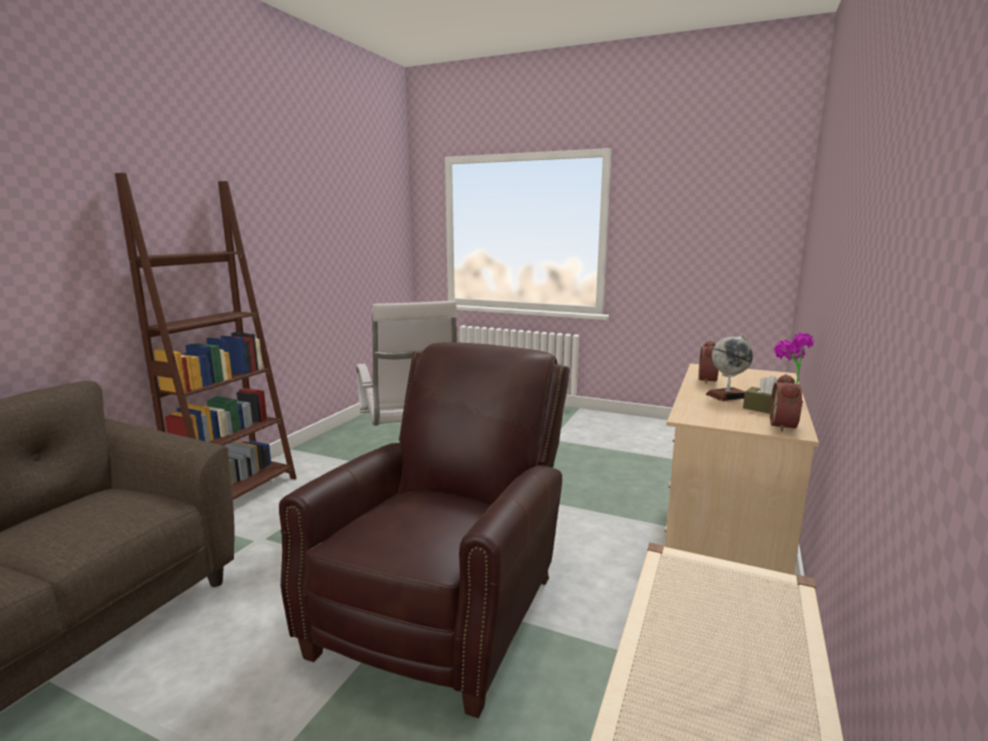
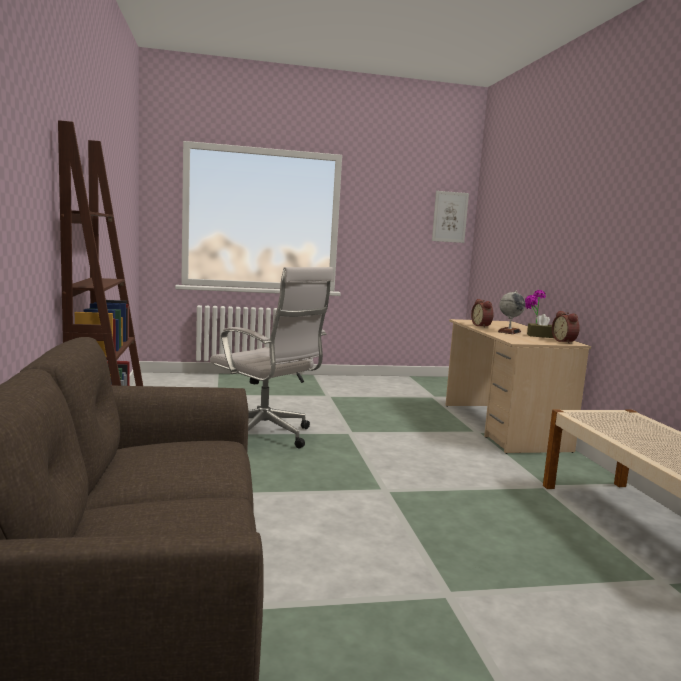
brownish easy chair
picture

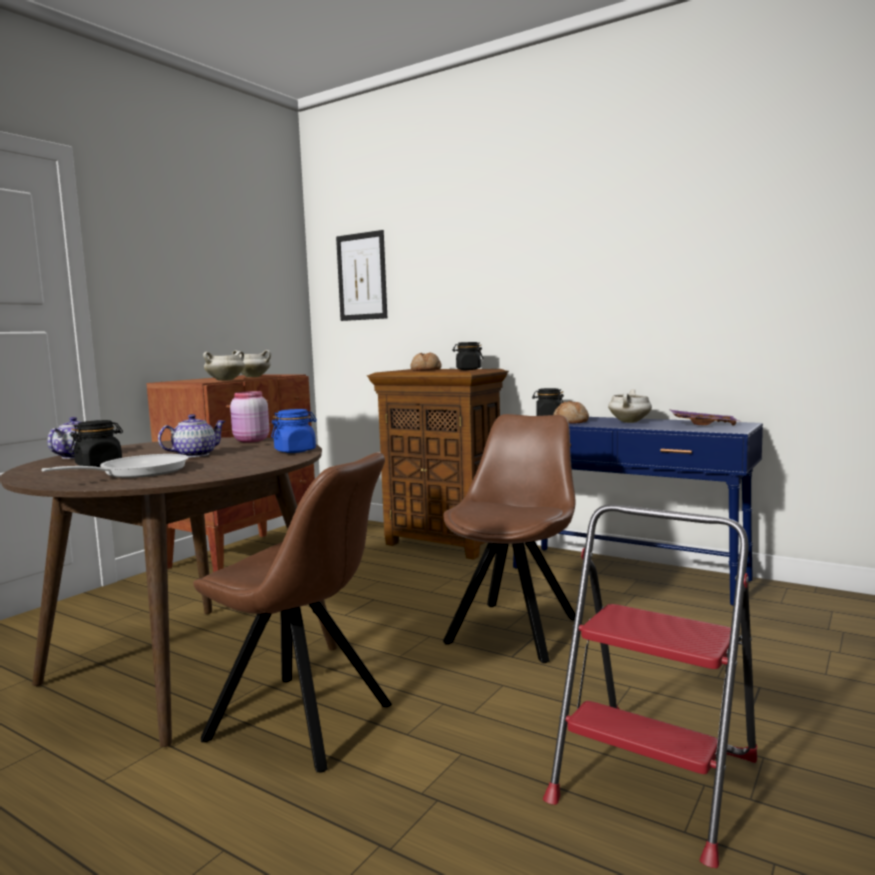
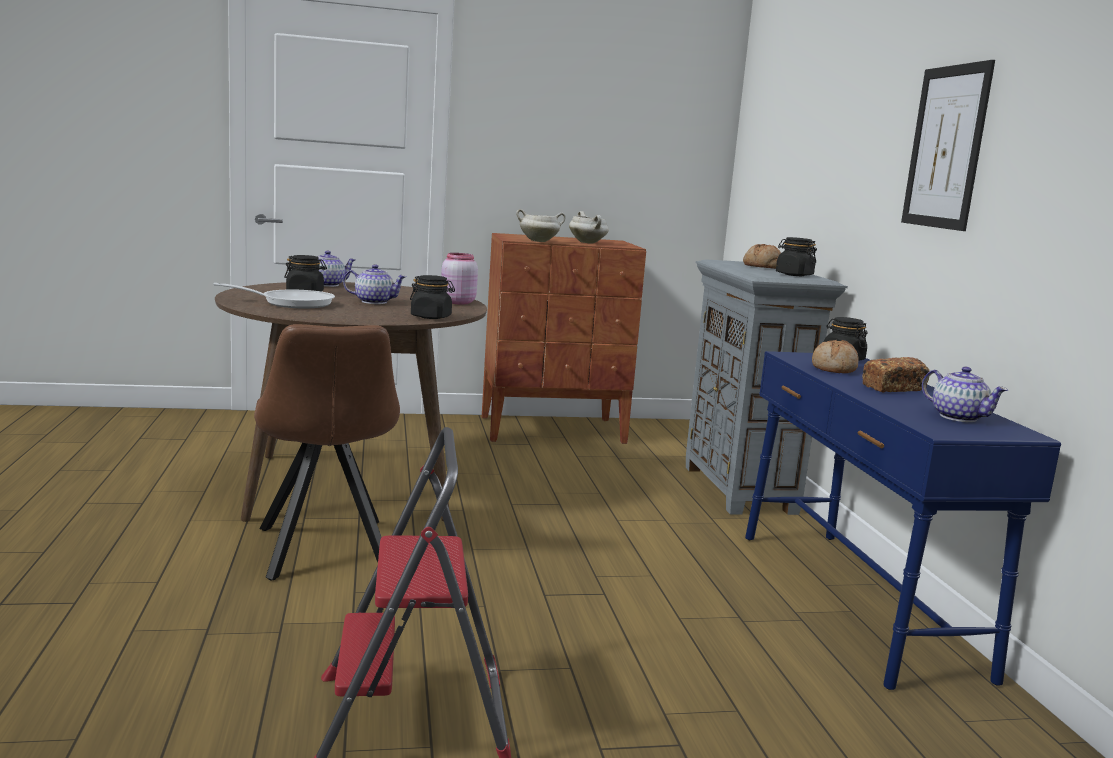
brownish upright chair (no. 2 from left in the first image)
picture
baked bread (no. 3 from left)
tea pot (no. 3 from left)
black-coloured preserve jar (no. 2 from left)
gray storage cabinet

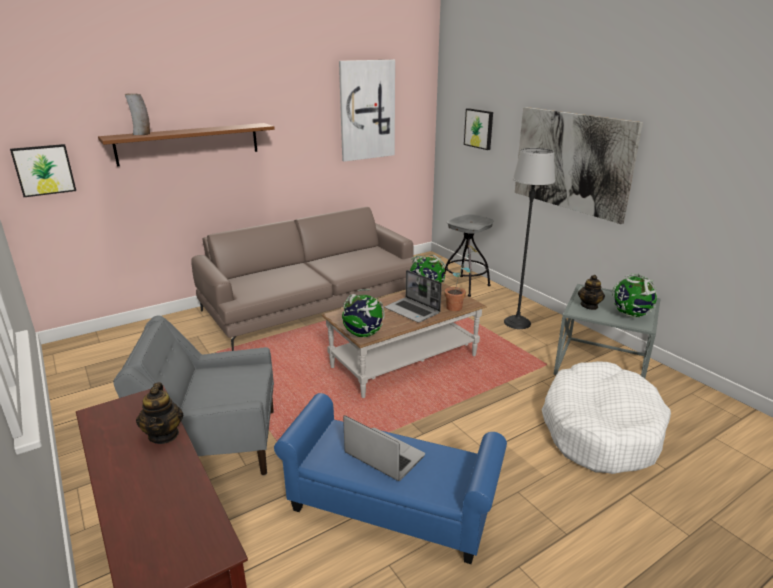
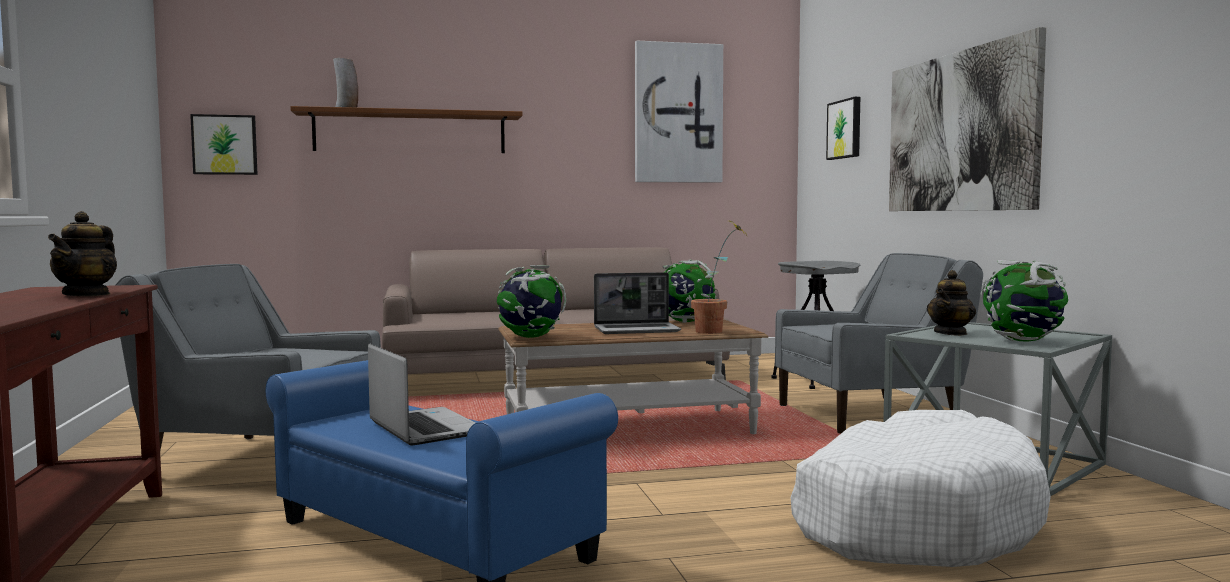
gray easy chair (no. 2 from left)
portable computer (no. 2 from left)

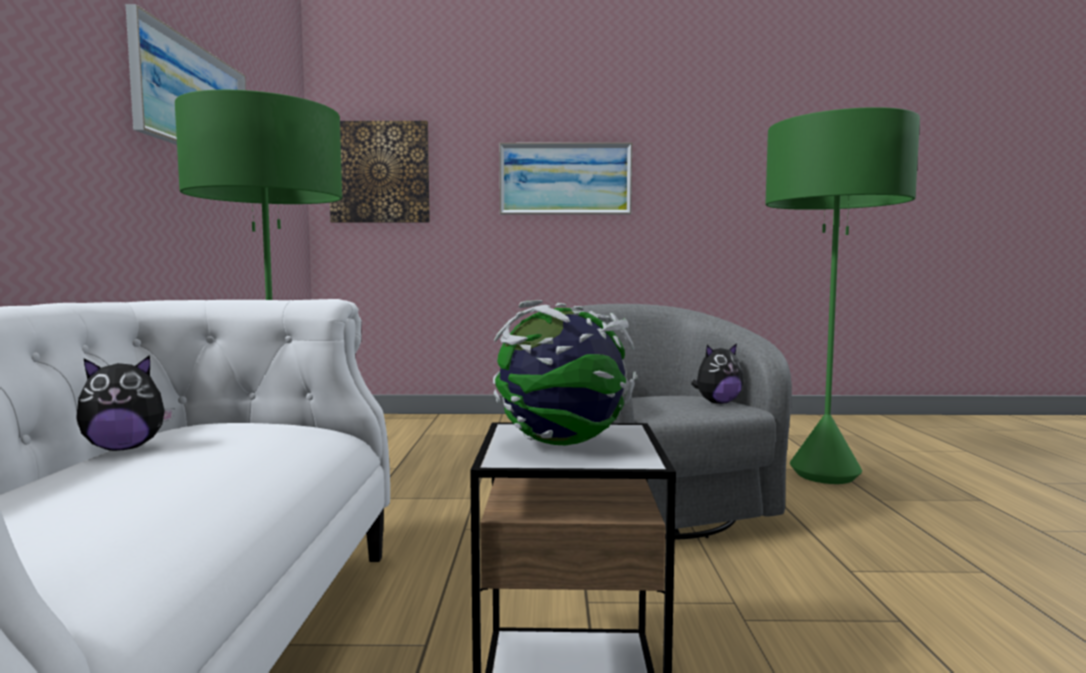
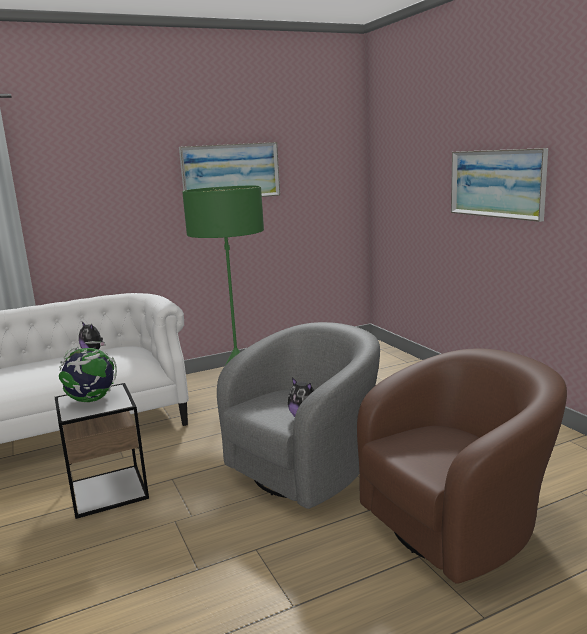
picture (no. 2 from left in the first image)
brownish easy chair

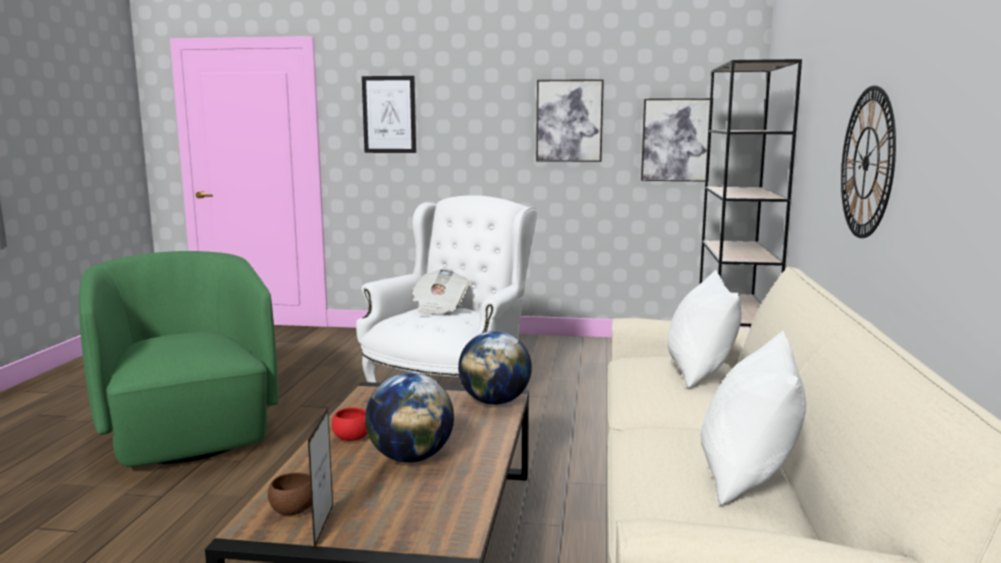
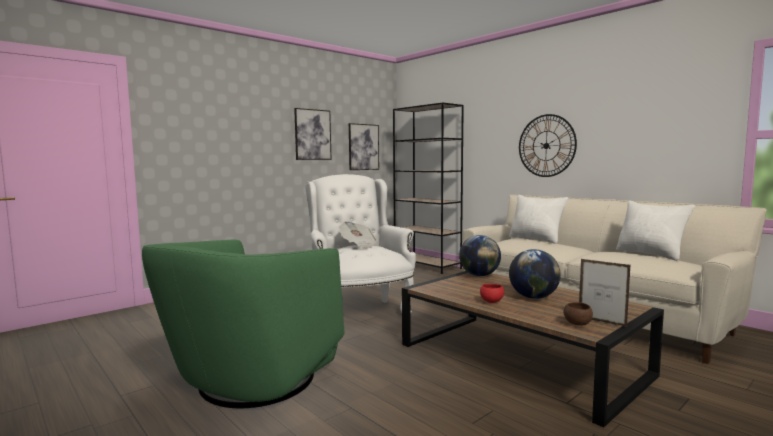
picture (no. 1 from left in the first image)
green easy chair

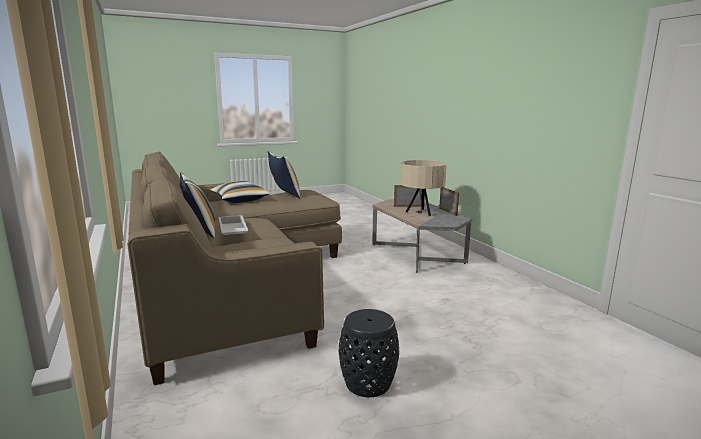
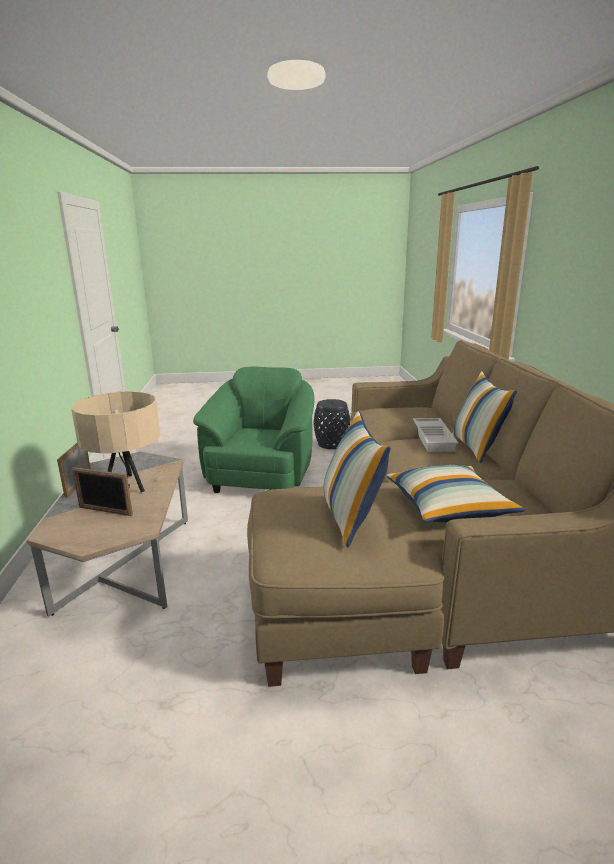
green easy chair

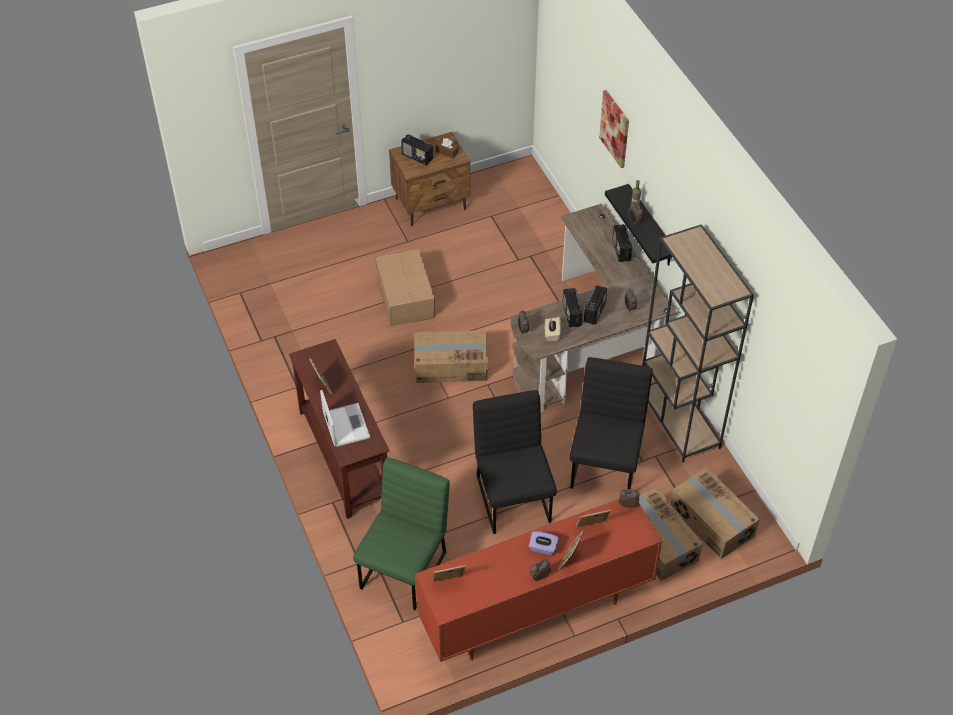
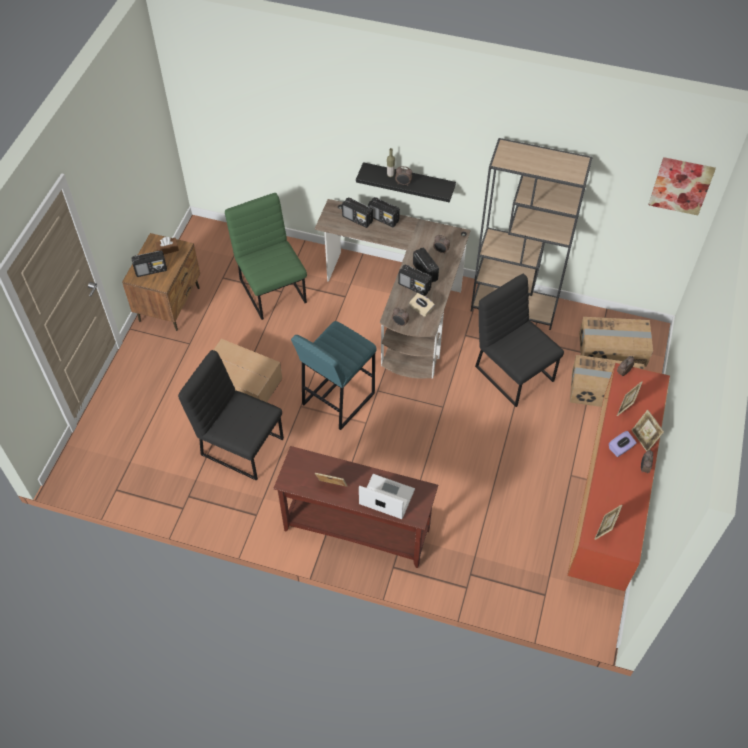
radio (no. 2 from left)
green upright chair
black-coloured upright chair (no. 1 from left)
picture
turquoise-coloured stool

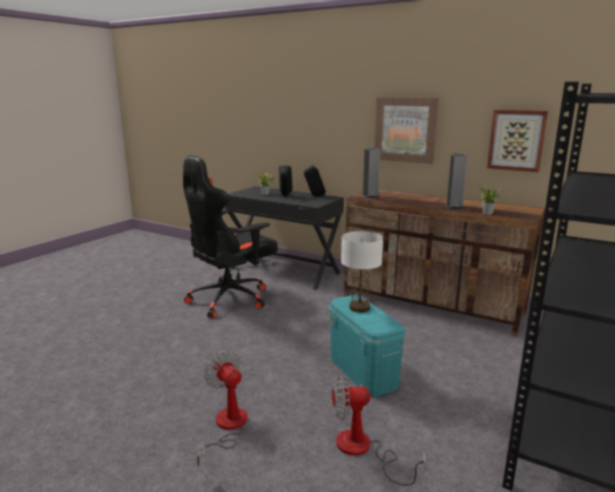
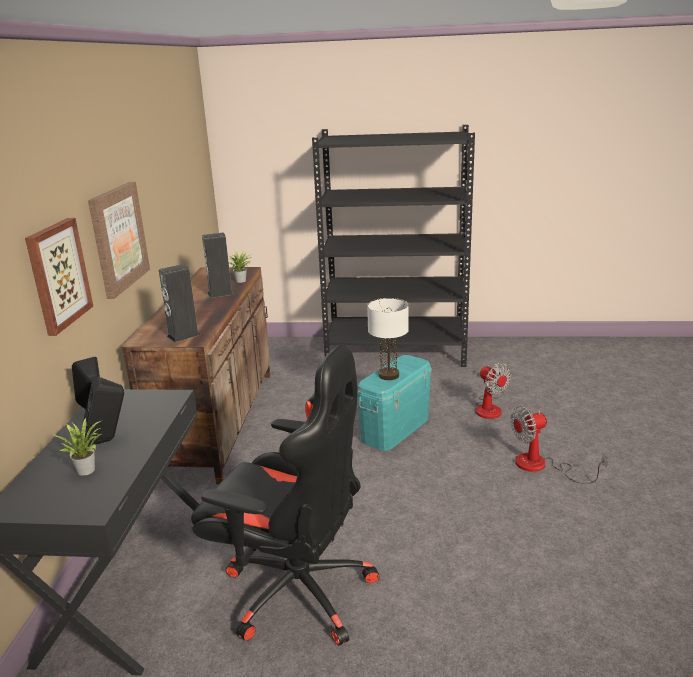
picture (no. 1 from left)
cooling fan (no. 2 from left)

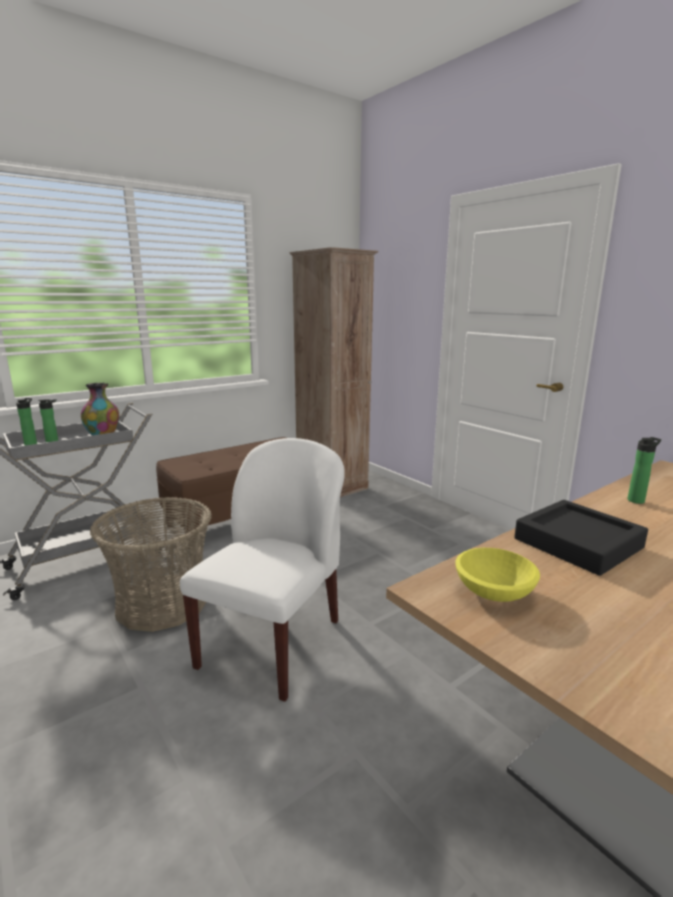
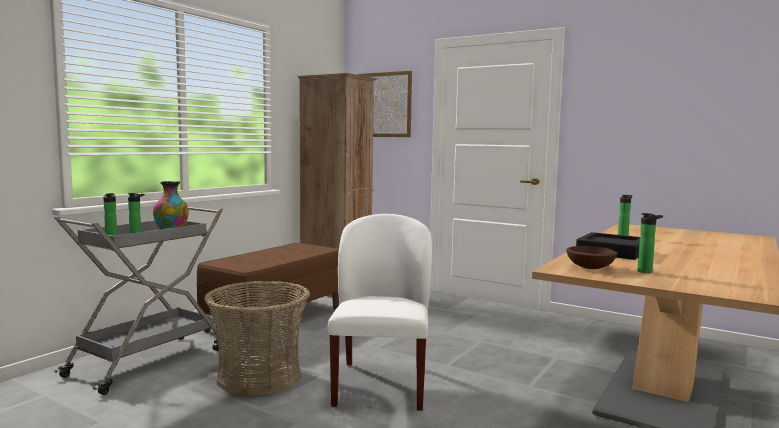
picture
beverage bottle (no. 4 from left)
brownish deep dish

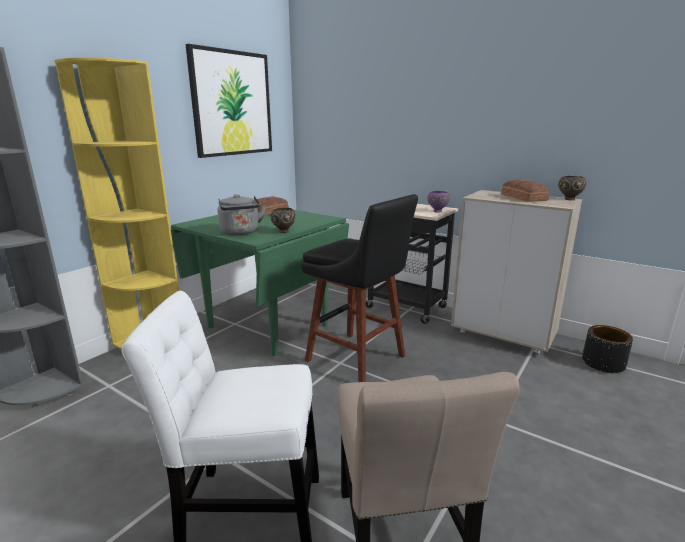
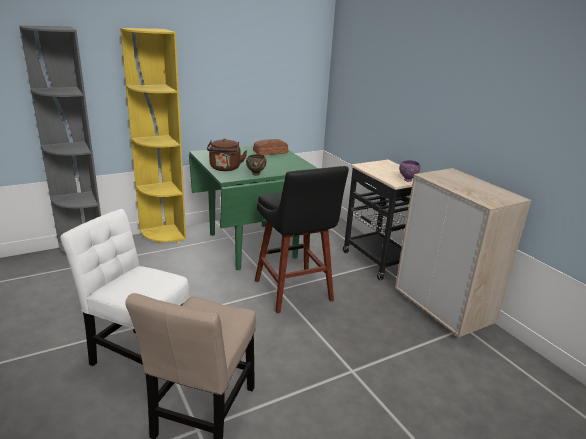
picture
baked bread (no. 2 from left in the first image)
brownish deep dish (no. 2 from left in the first image)
black-coloured flower pot
brownish tea kettle

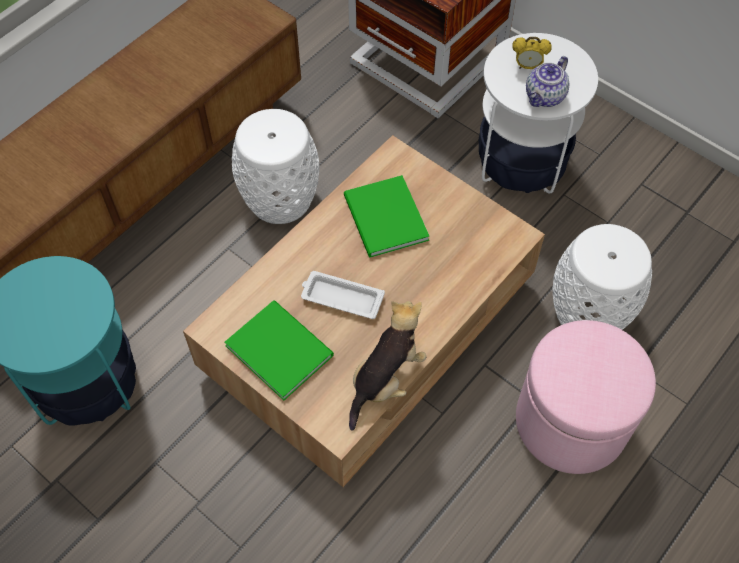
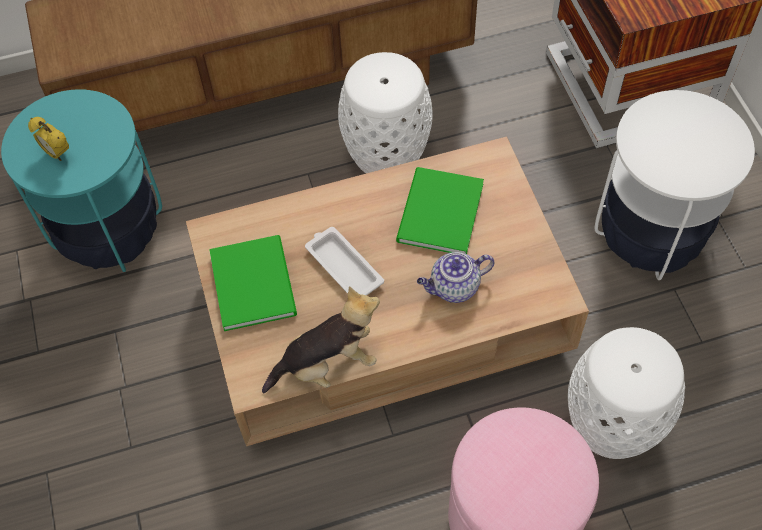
table clock
tea pot

